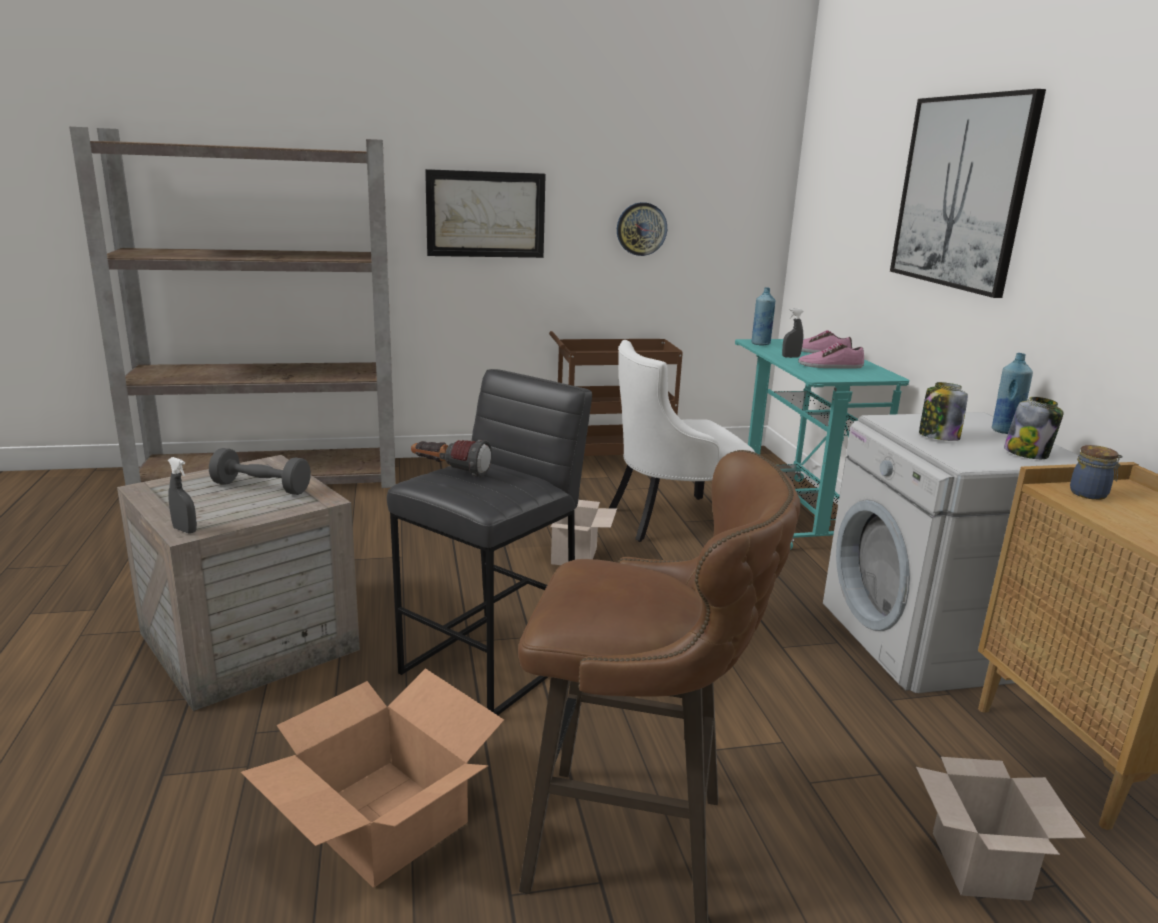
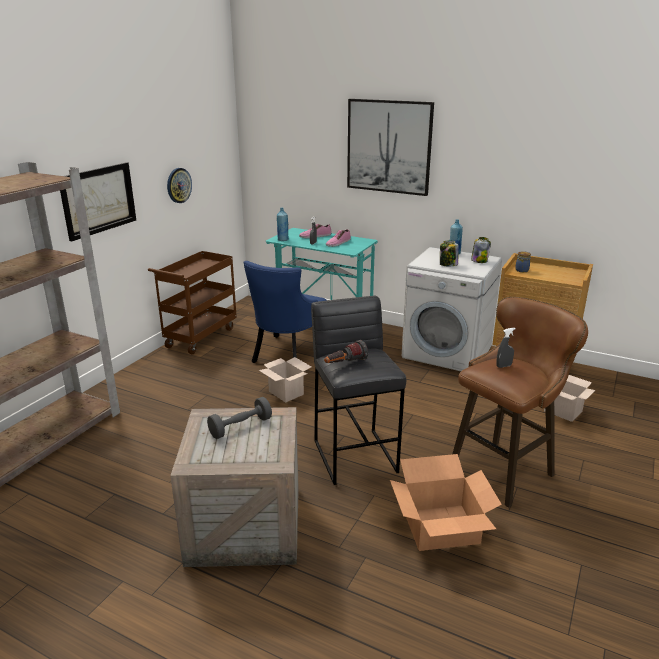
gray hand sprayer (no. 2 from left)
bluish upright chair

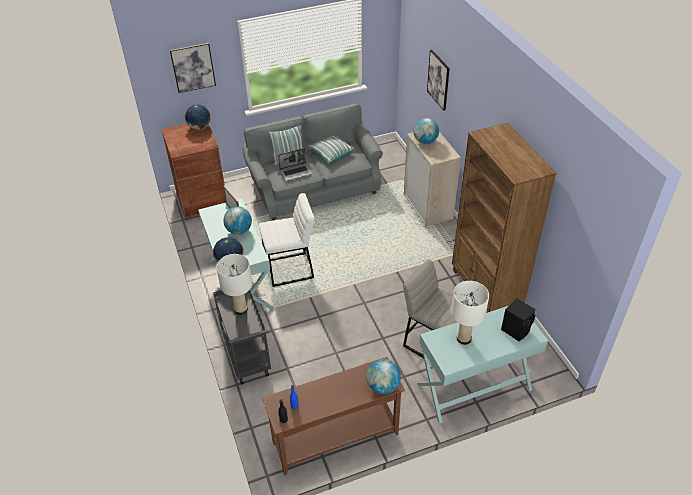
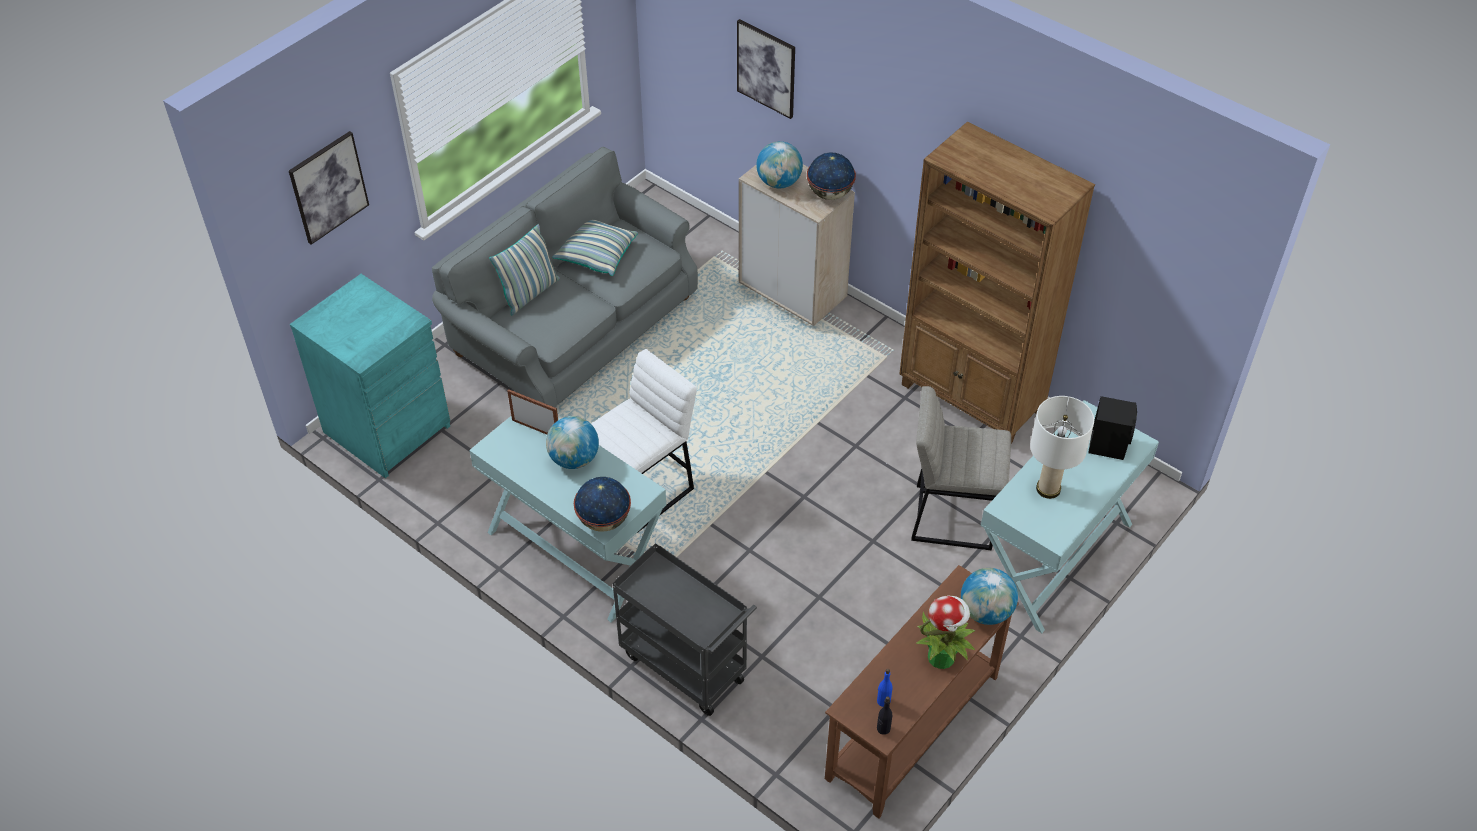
whitish tabletop lamp (no. 1 from left in the first image)
portable computer
potted plant
desk globe (no. 4 from left)
turquoise-coloured chest of drawers

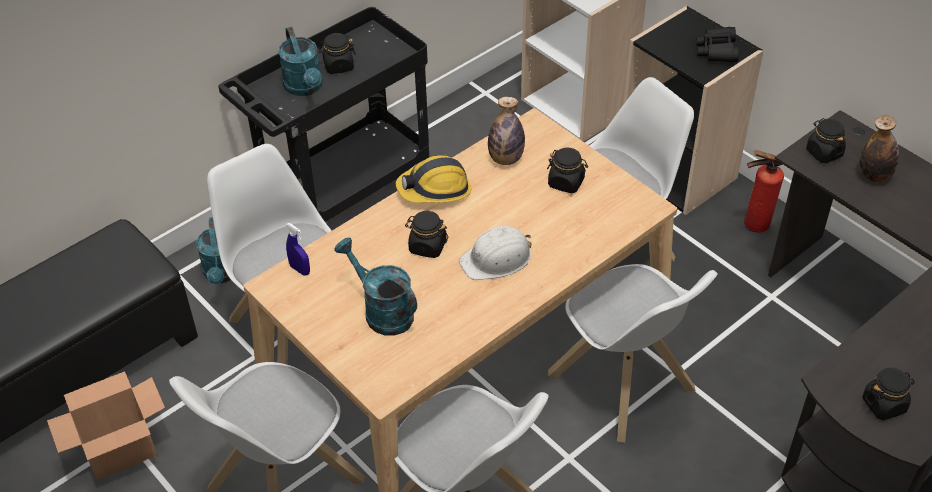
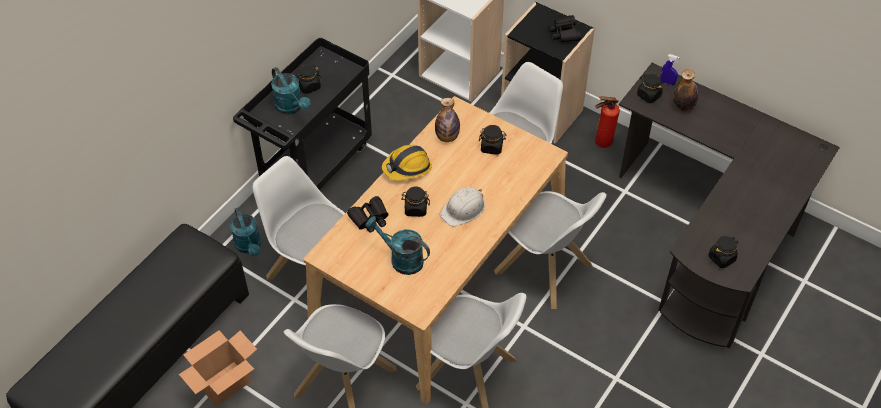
black-coloured field glasses (no. 1 from left)
bluish hand sprayer

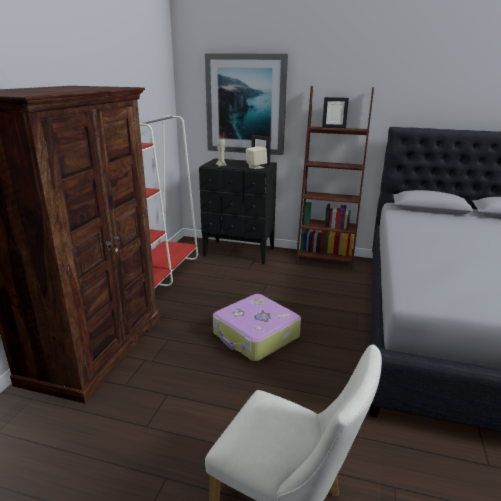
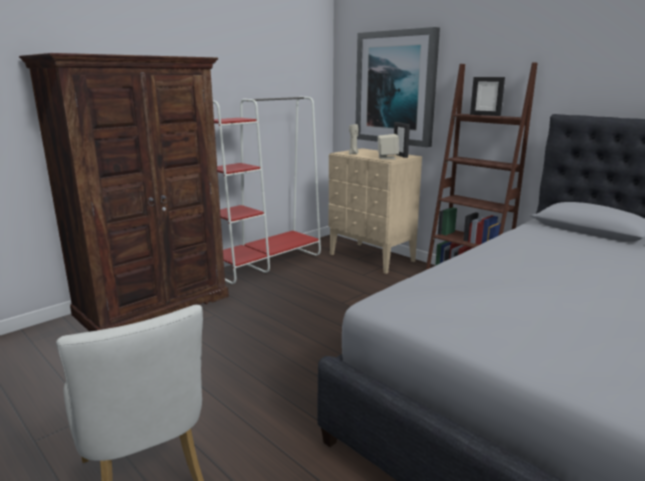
piece of luggage
sand-coloured chest of drawers

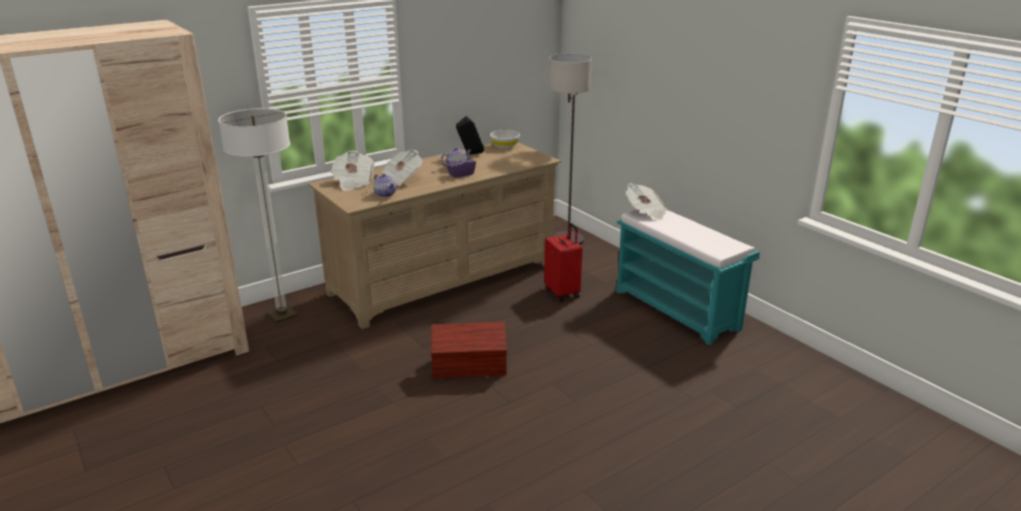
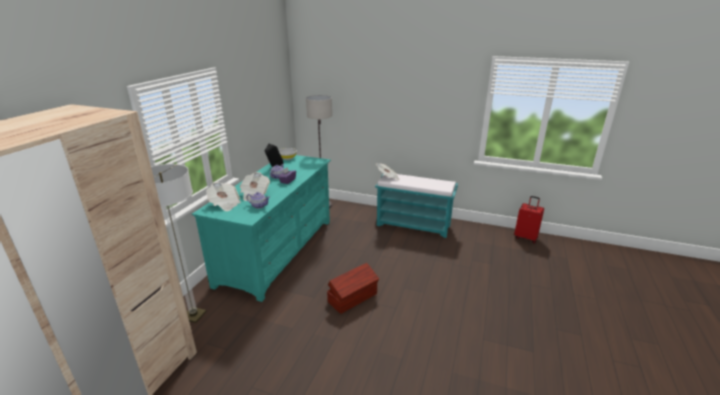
reddish piece of luggage
turquoise-coloured chest of drawers

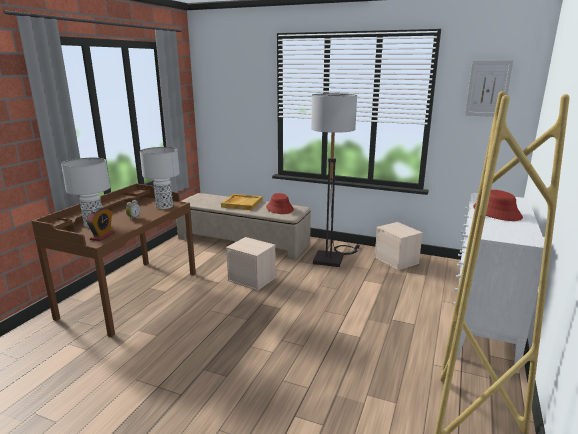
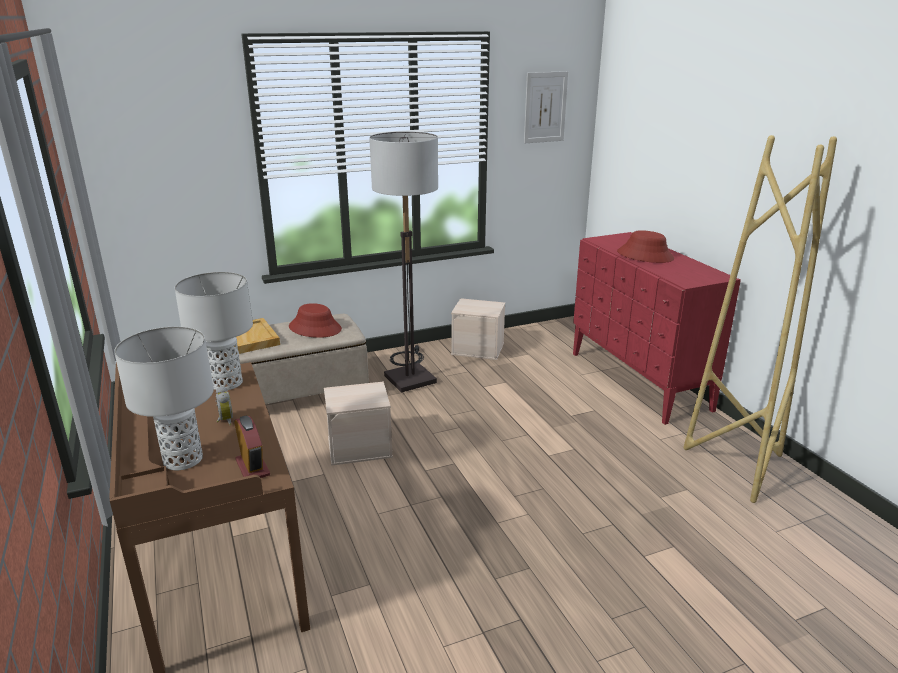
reddish chest of drawers

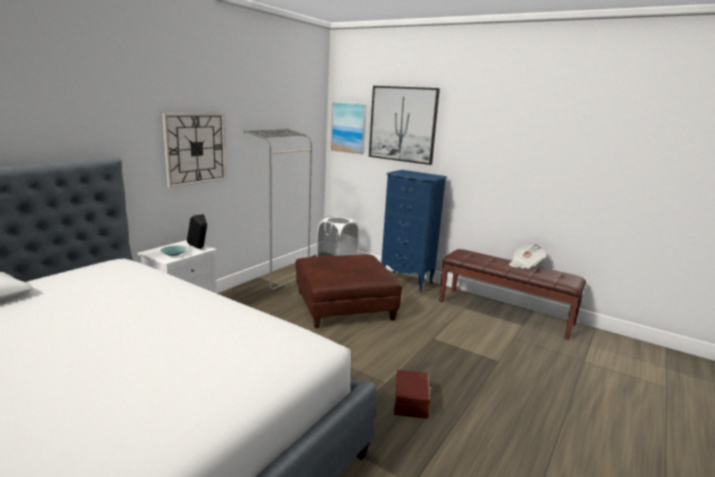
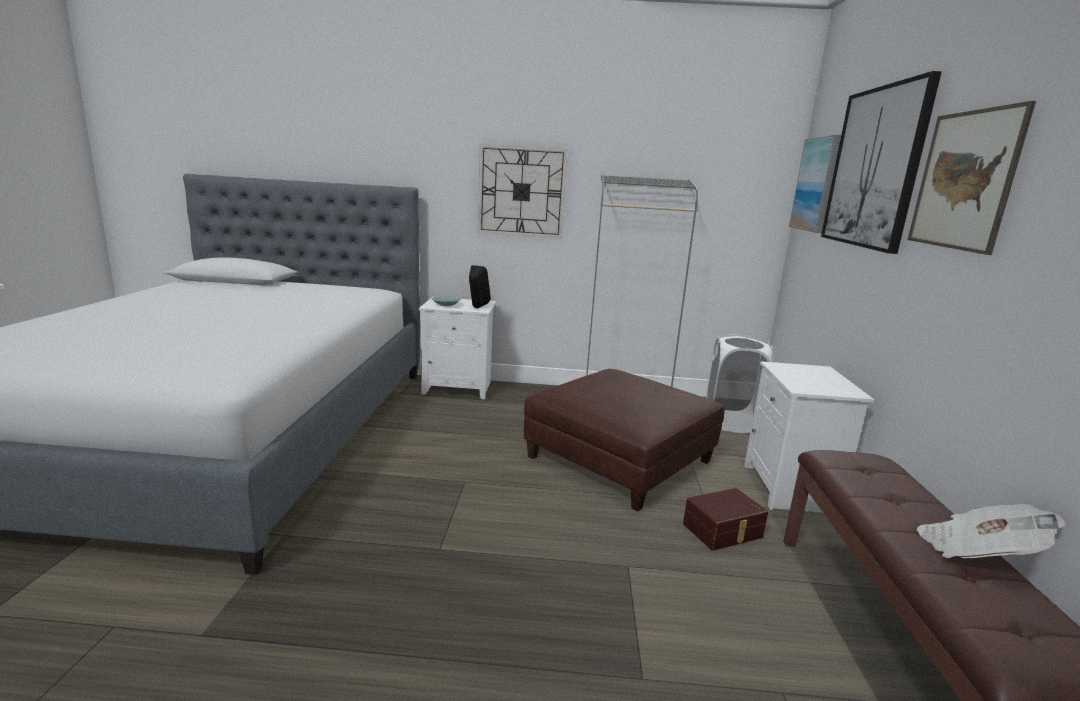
picture (no. 3 from left)
brownish storage container
whitish nightstand (no. 2 from left)

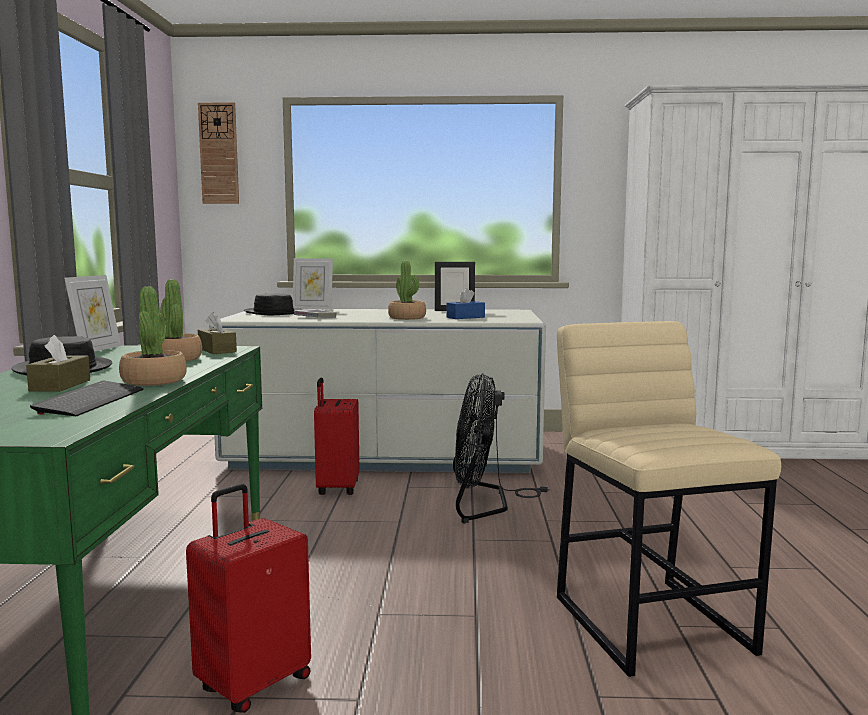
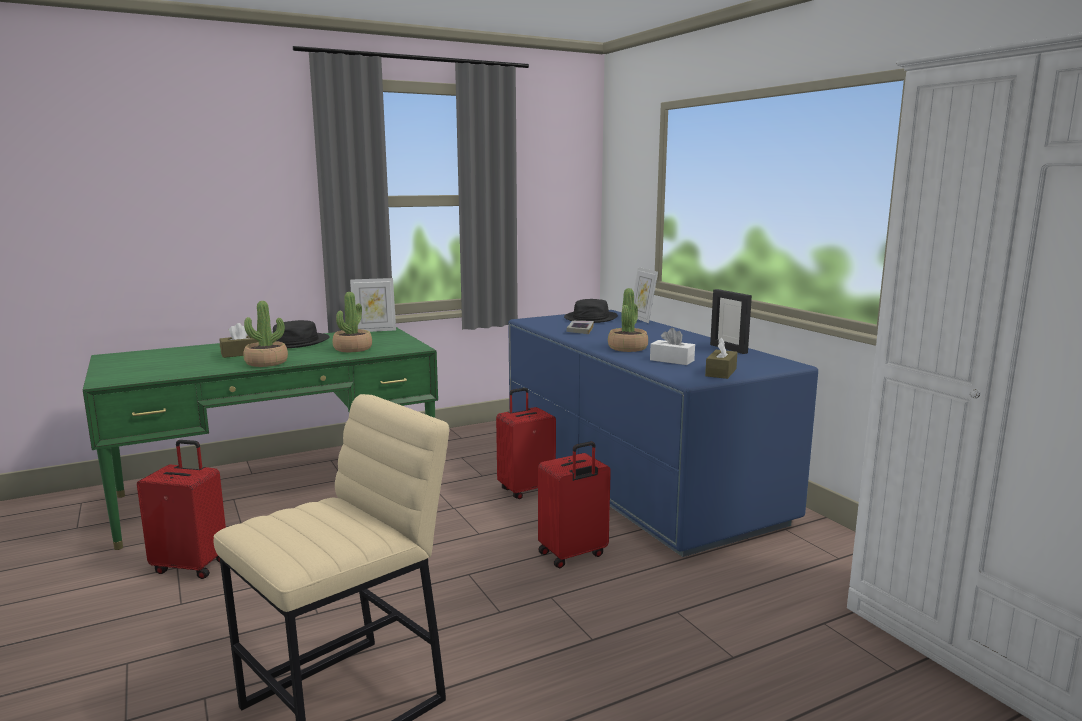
PC keyboard
hanging clock
brownish box of tissues (no. 2 from left)
reddish piece of luggage (no. 3 from left)
bluish chest of drawers
whitish box of tissues

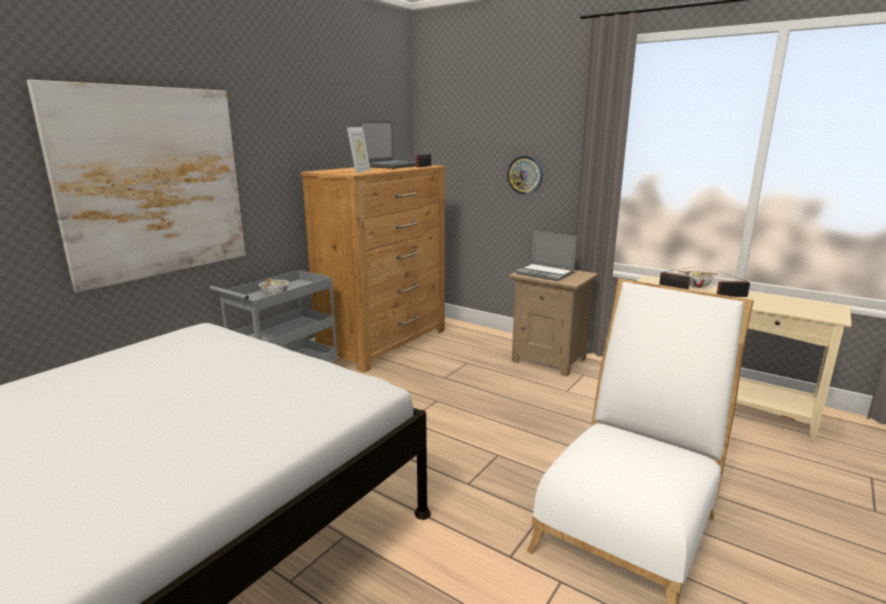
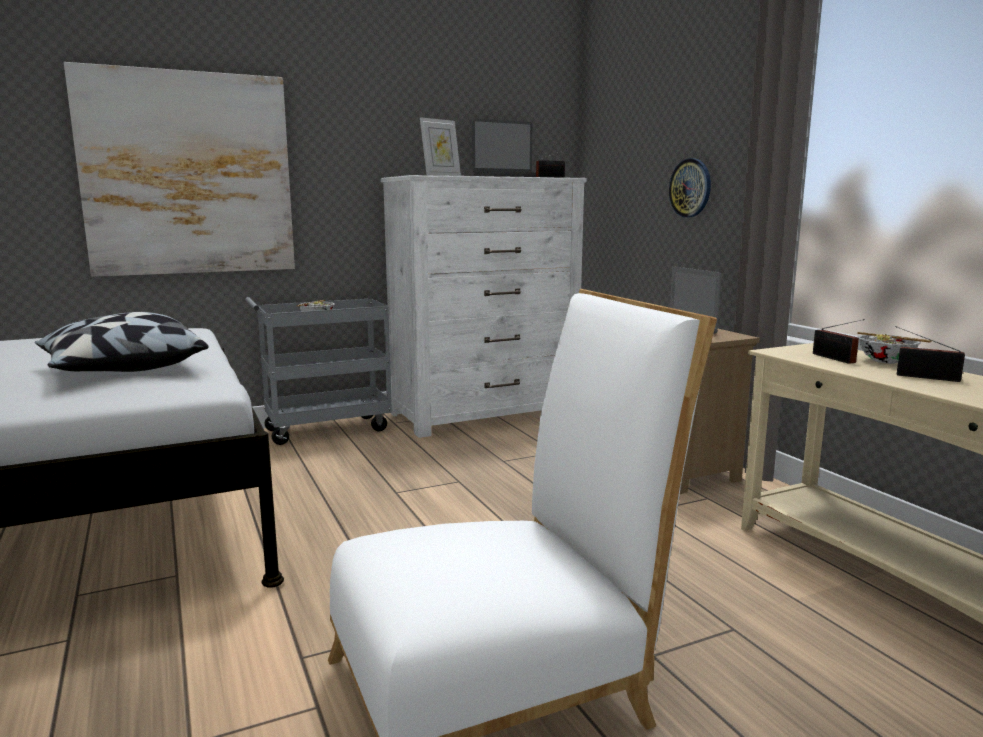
cushion
whitish chest of drawers

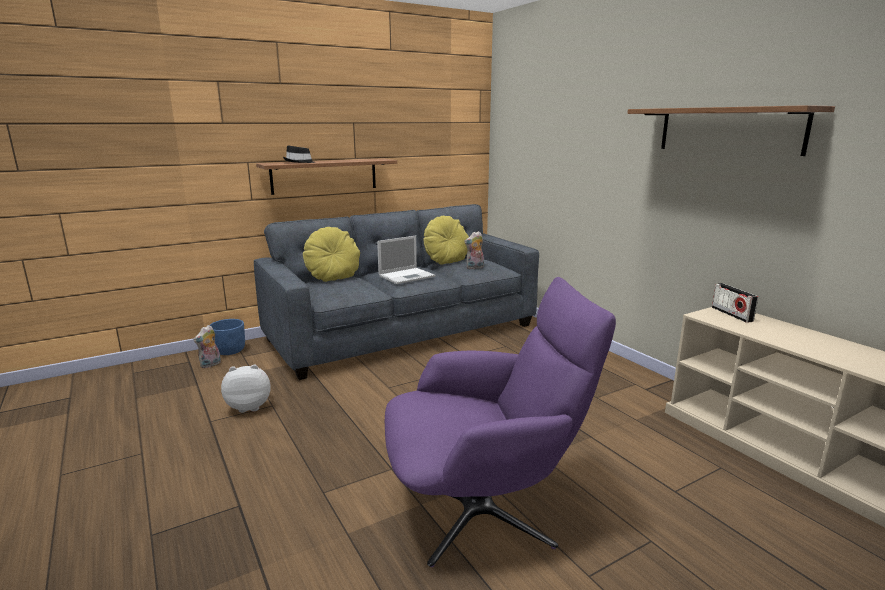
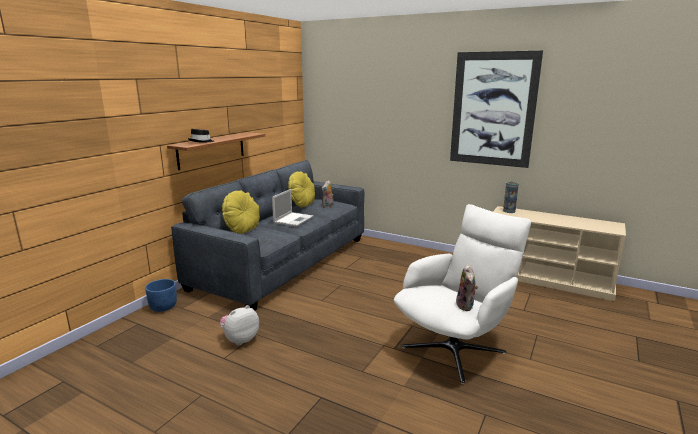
plush toy (no. 3 from left)
picture
flower vase
whitish easy chair

